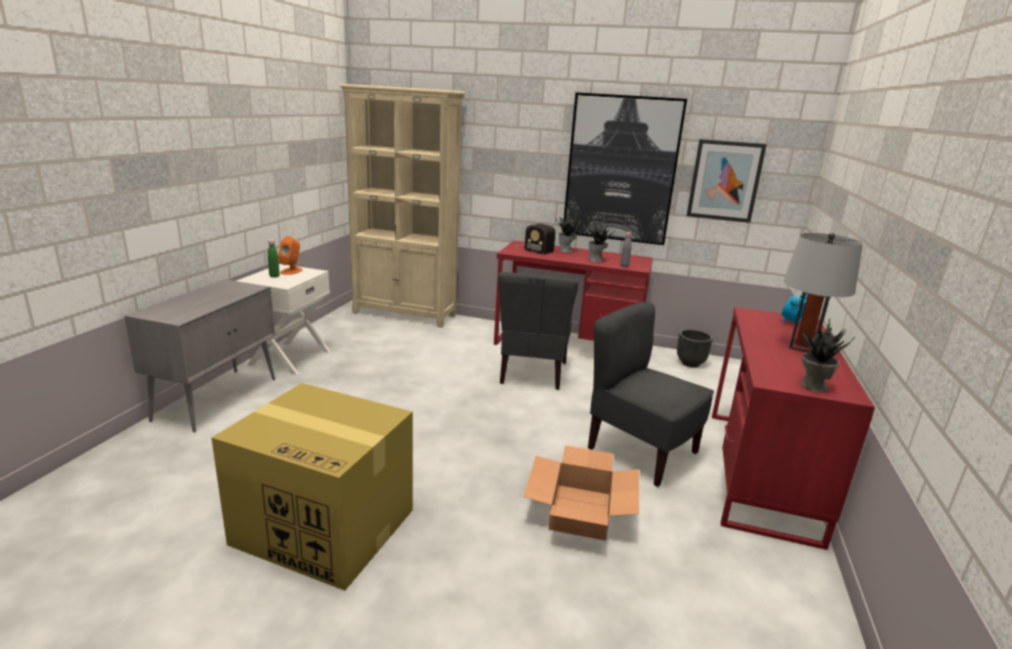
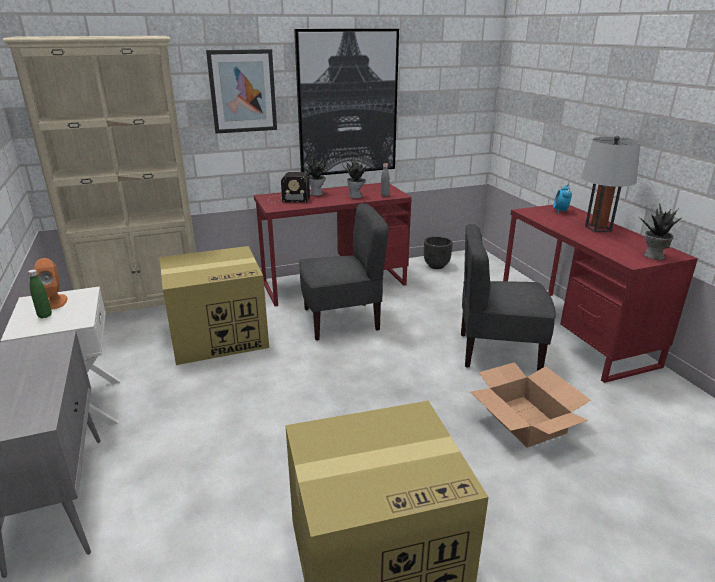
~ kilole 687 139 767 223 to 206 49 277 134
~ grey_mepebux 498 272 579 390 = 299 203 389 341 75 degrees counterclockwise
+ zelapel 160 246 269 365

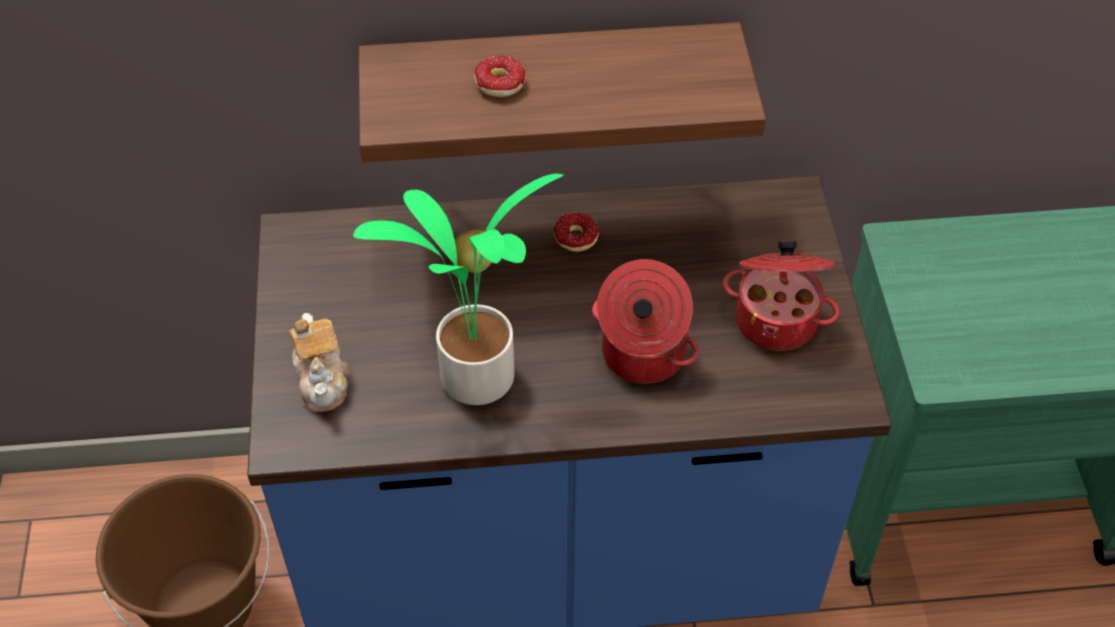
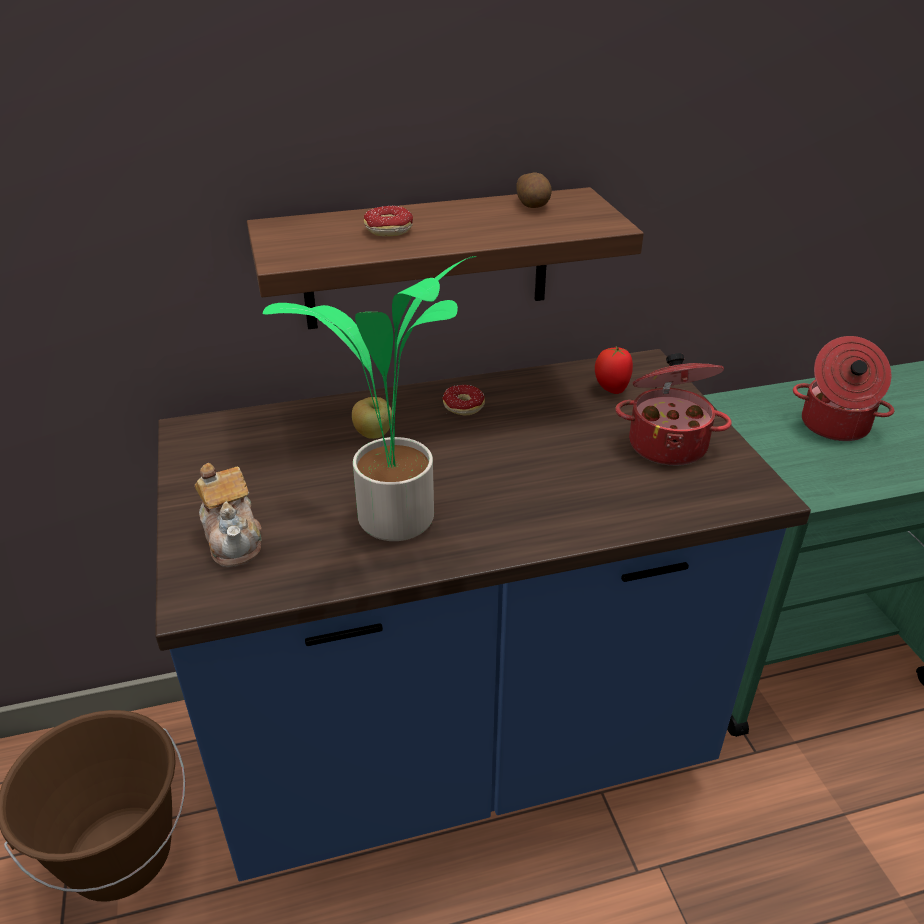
~ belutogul 592 259 699 384 to 793 336 894 441
+ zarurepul 517 172 552 208
+ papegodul 595 346 633 394

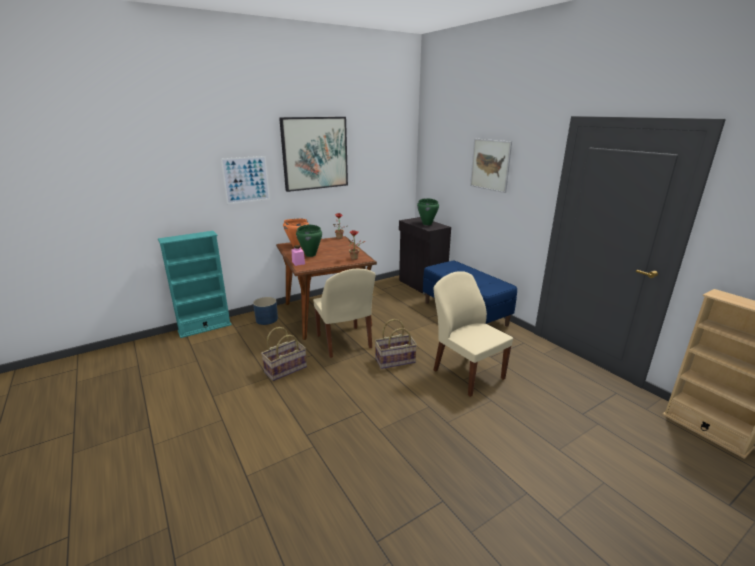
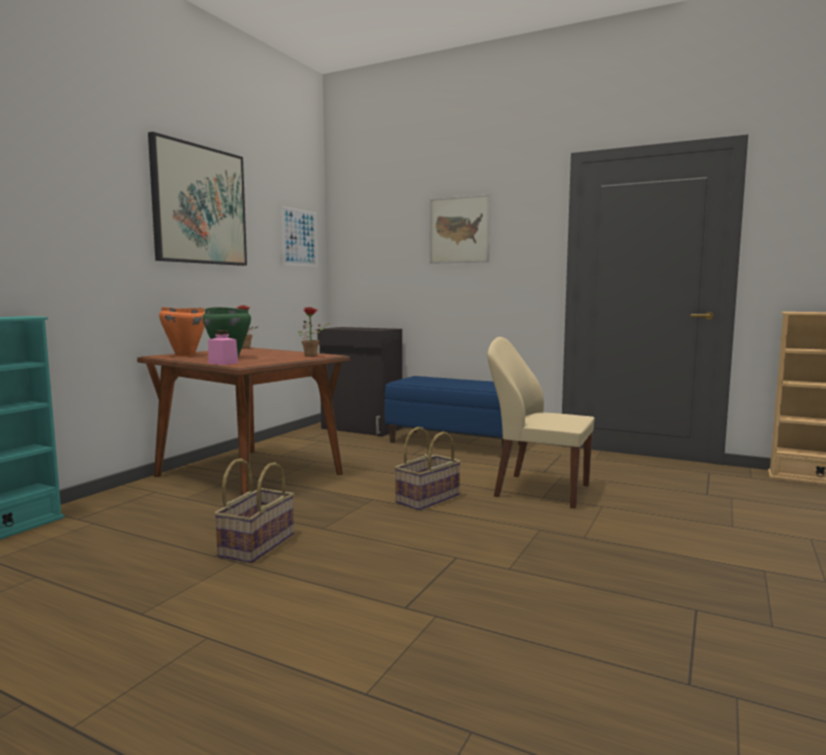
~ kilole 221 156 270 204 to 281 206 318 267
- green_belutogul 417 198 439 225
- beige_mepebux 313 269 375 358
- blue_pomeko 253 297 278 325

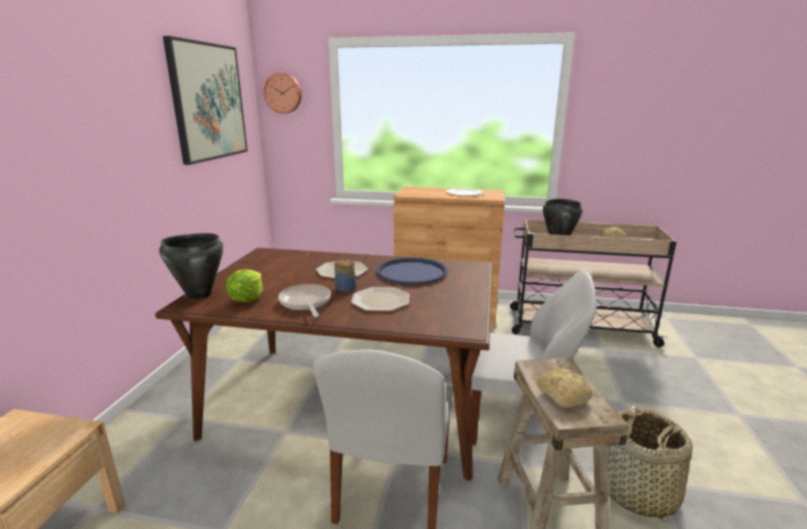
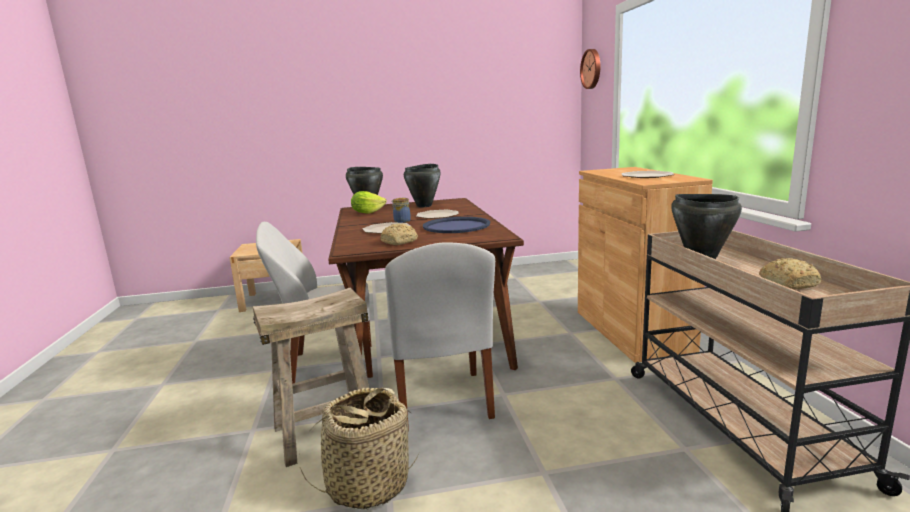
- kilole 163 36 248 165
- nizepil 278 284 331 317
~ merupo 537 368 592 408 to 380 223 418 245
+ black_belutogul 404 164 441 207

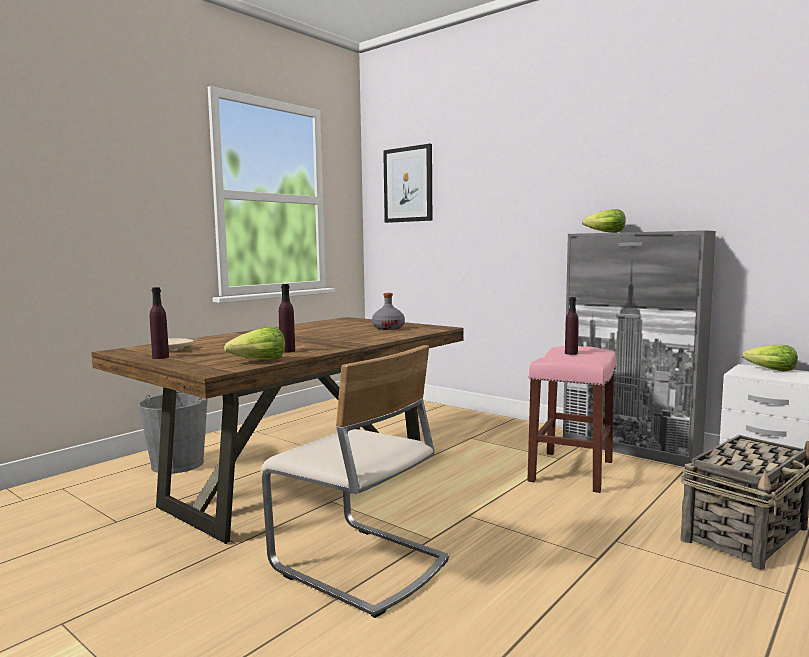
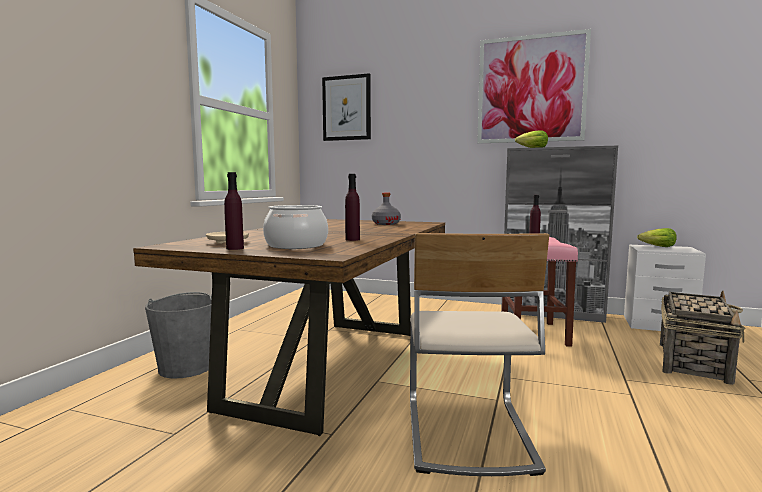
- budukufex 224 327 285 360
~ beige_mepebux 261 345 449 618 = 410 233 549 476 75 degrees clockwise
+ kilole 477 29 591 143
+ belutogul 263 205 328 249

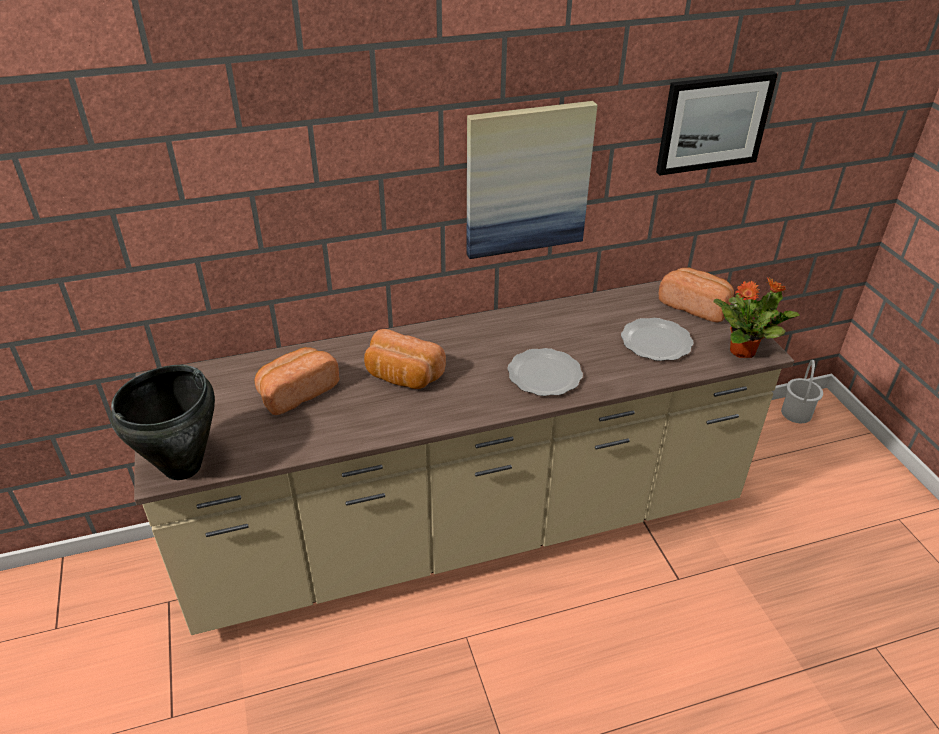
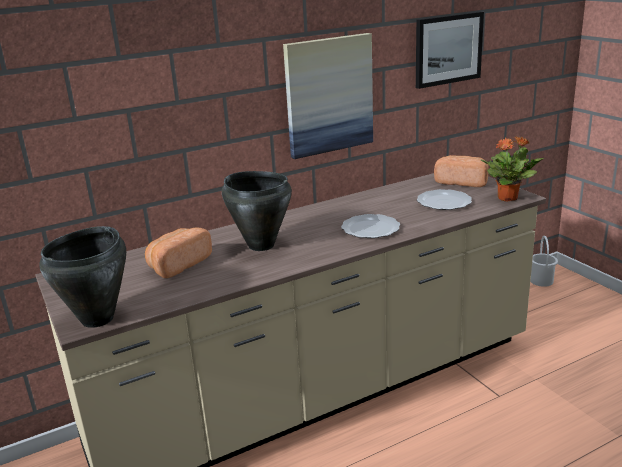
~ merupo 364 329 446 389 to black_belutogul 222 171 292 251

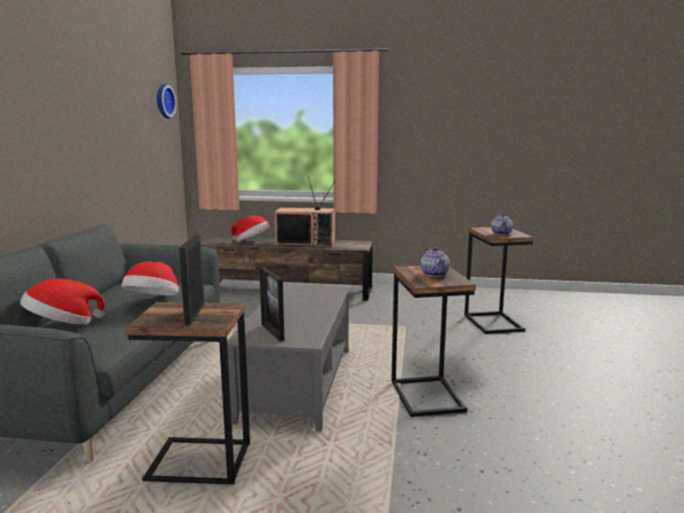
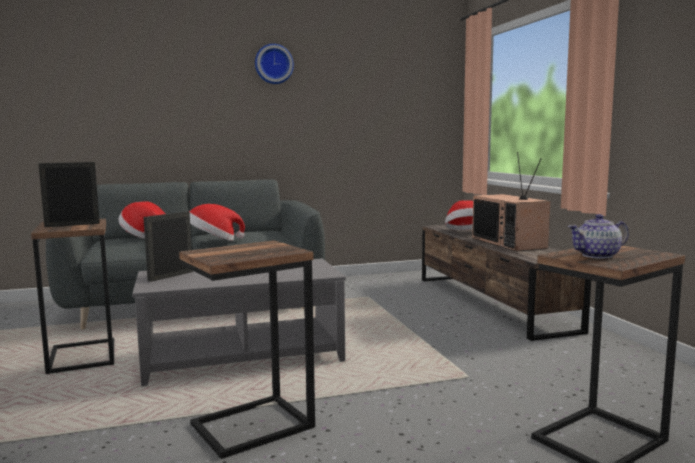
~ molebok 157 84 177 119 to 255 44 294 84
- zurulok 421 247 450 277

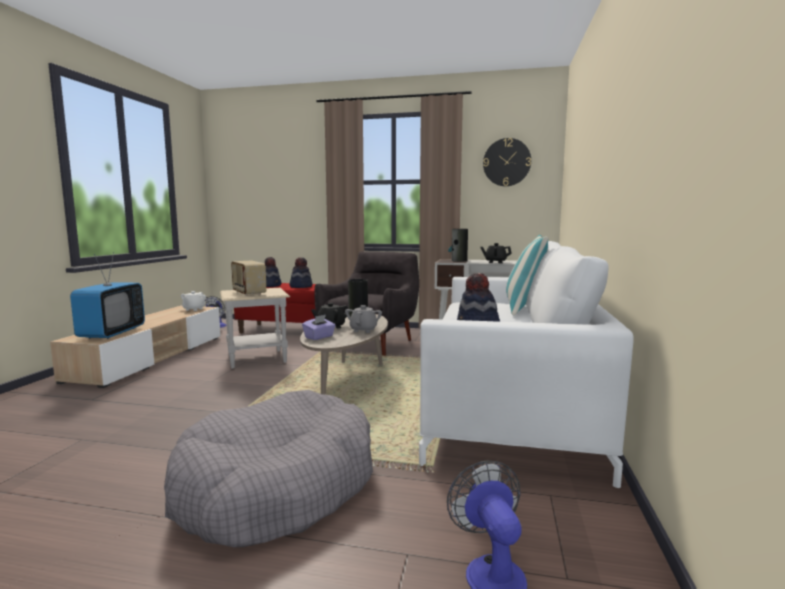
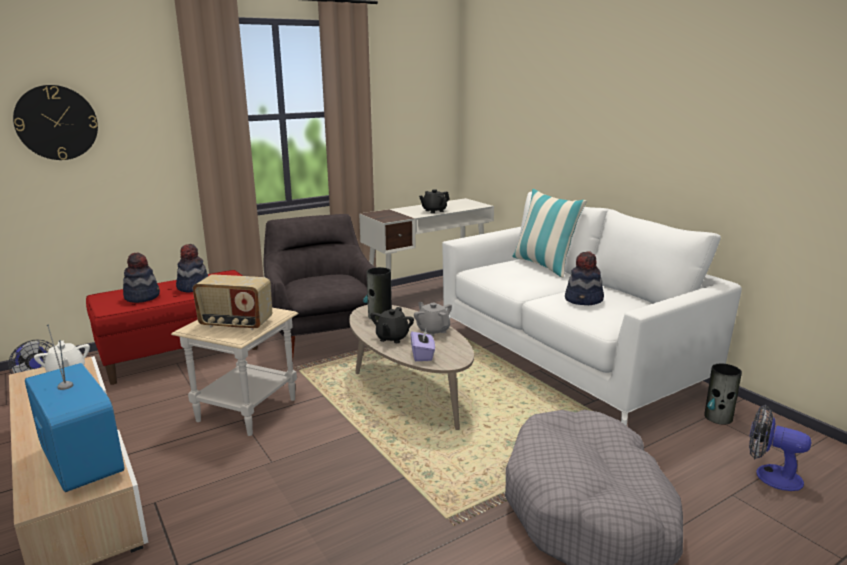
~ molebok 483 138 531 186 to 13 85 98 160
~ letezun 448 229 468 261 to 704 364 742 425

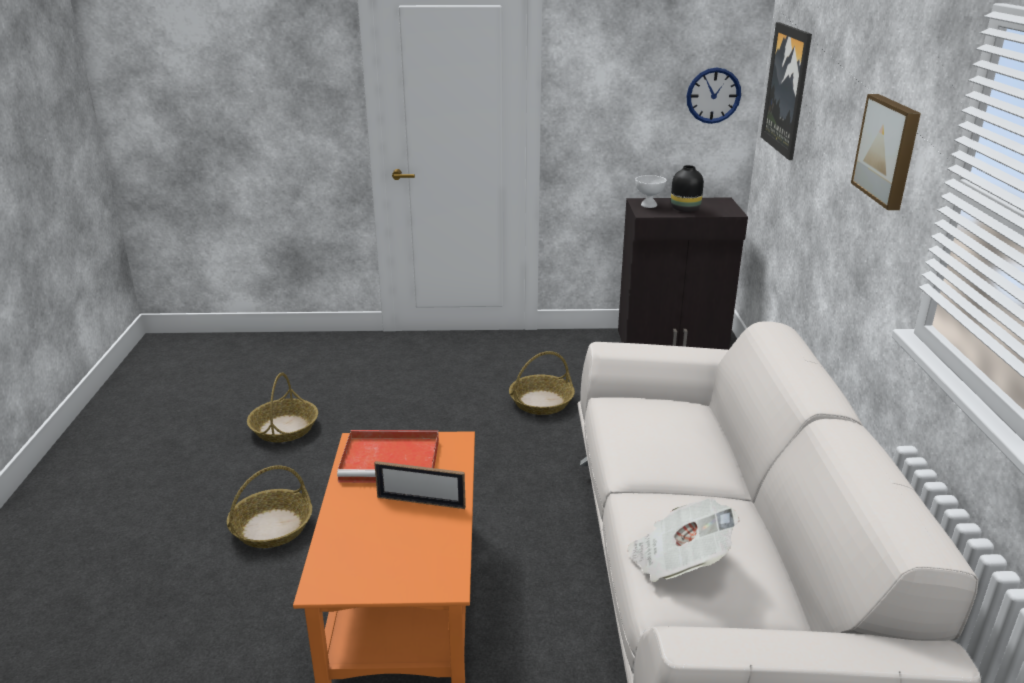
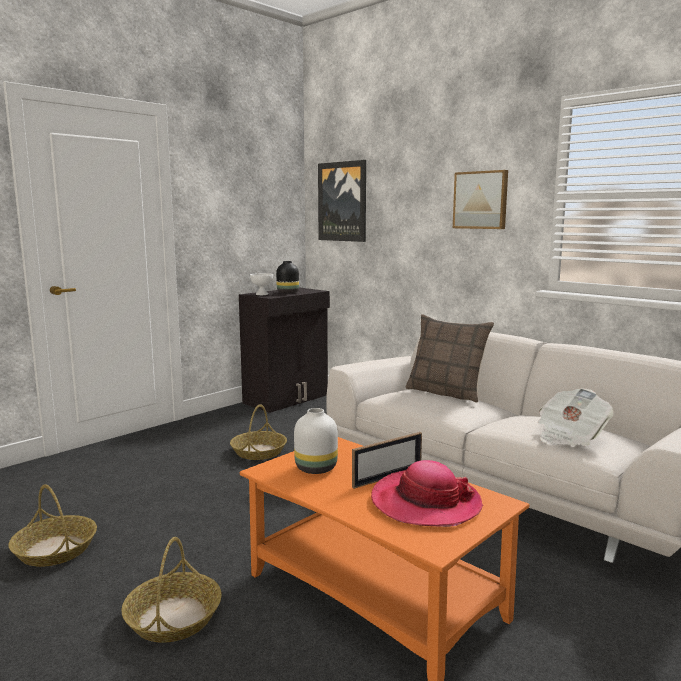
- molebok 686 67 741 124
~ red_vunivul 337 430 439 483 to white_letezun 294 408 338 474
+ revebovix 405 314 494 403
+ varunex 371 460 483 527

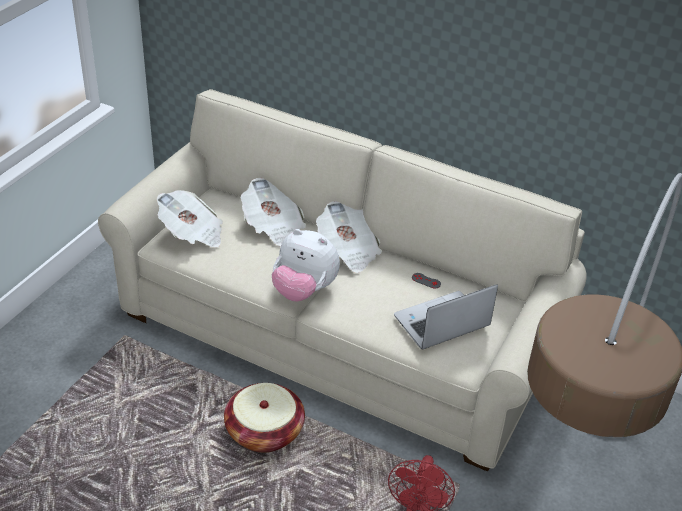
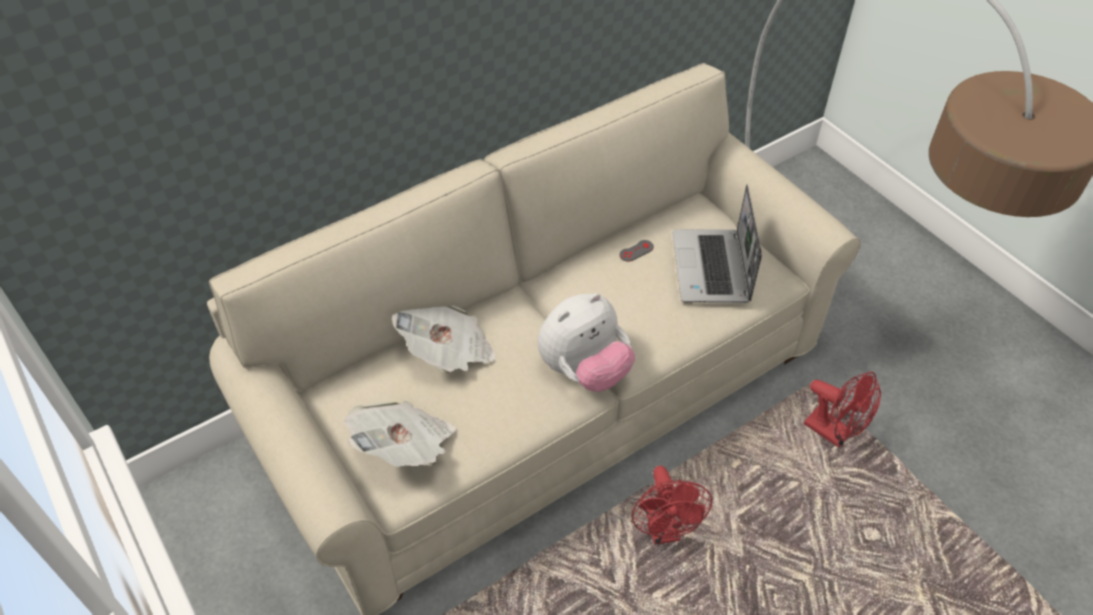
- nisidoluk 316 201 382 273
~ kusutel 224 383 305 453 to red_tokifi 632 465 712 545

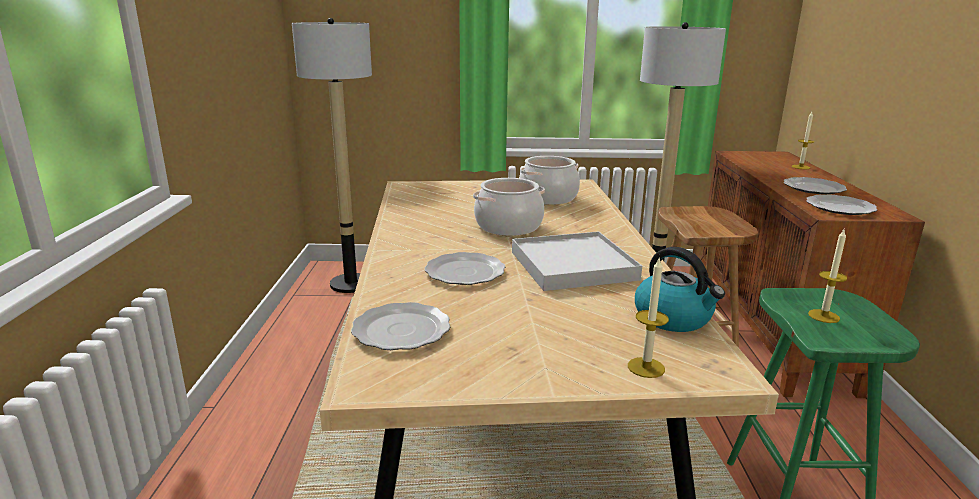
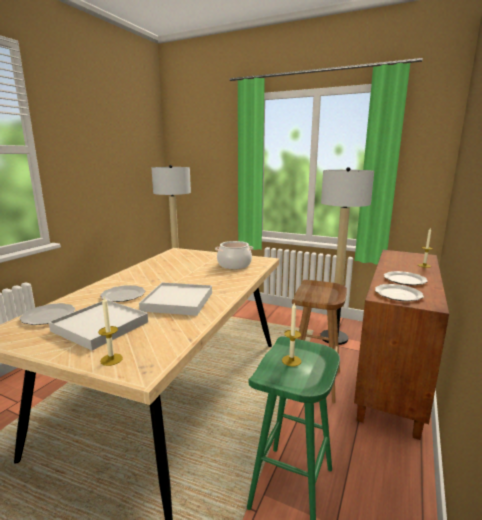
- belutogul 473 178 545 236
- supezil 635 247 725 332
+ white_vunivul 49 300 148 350

